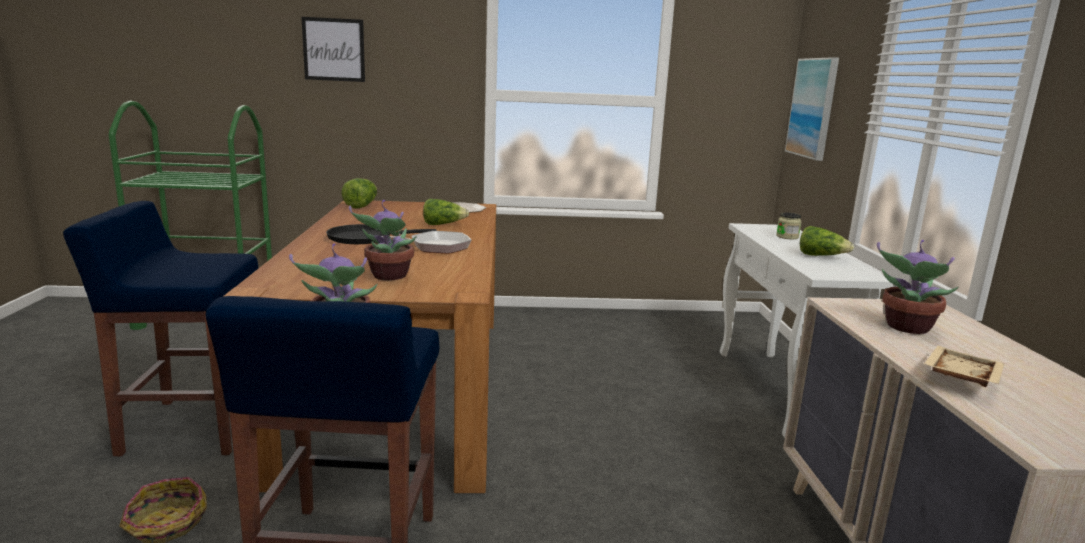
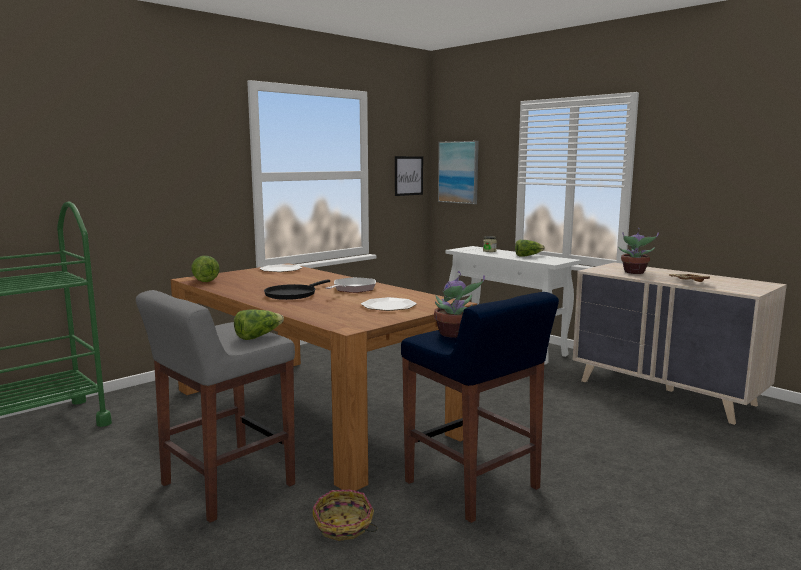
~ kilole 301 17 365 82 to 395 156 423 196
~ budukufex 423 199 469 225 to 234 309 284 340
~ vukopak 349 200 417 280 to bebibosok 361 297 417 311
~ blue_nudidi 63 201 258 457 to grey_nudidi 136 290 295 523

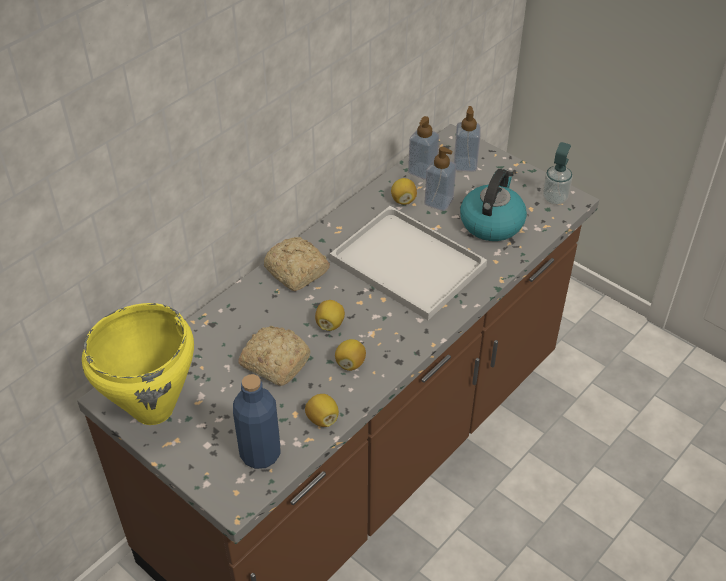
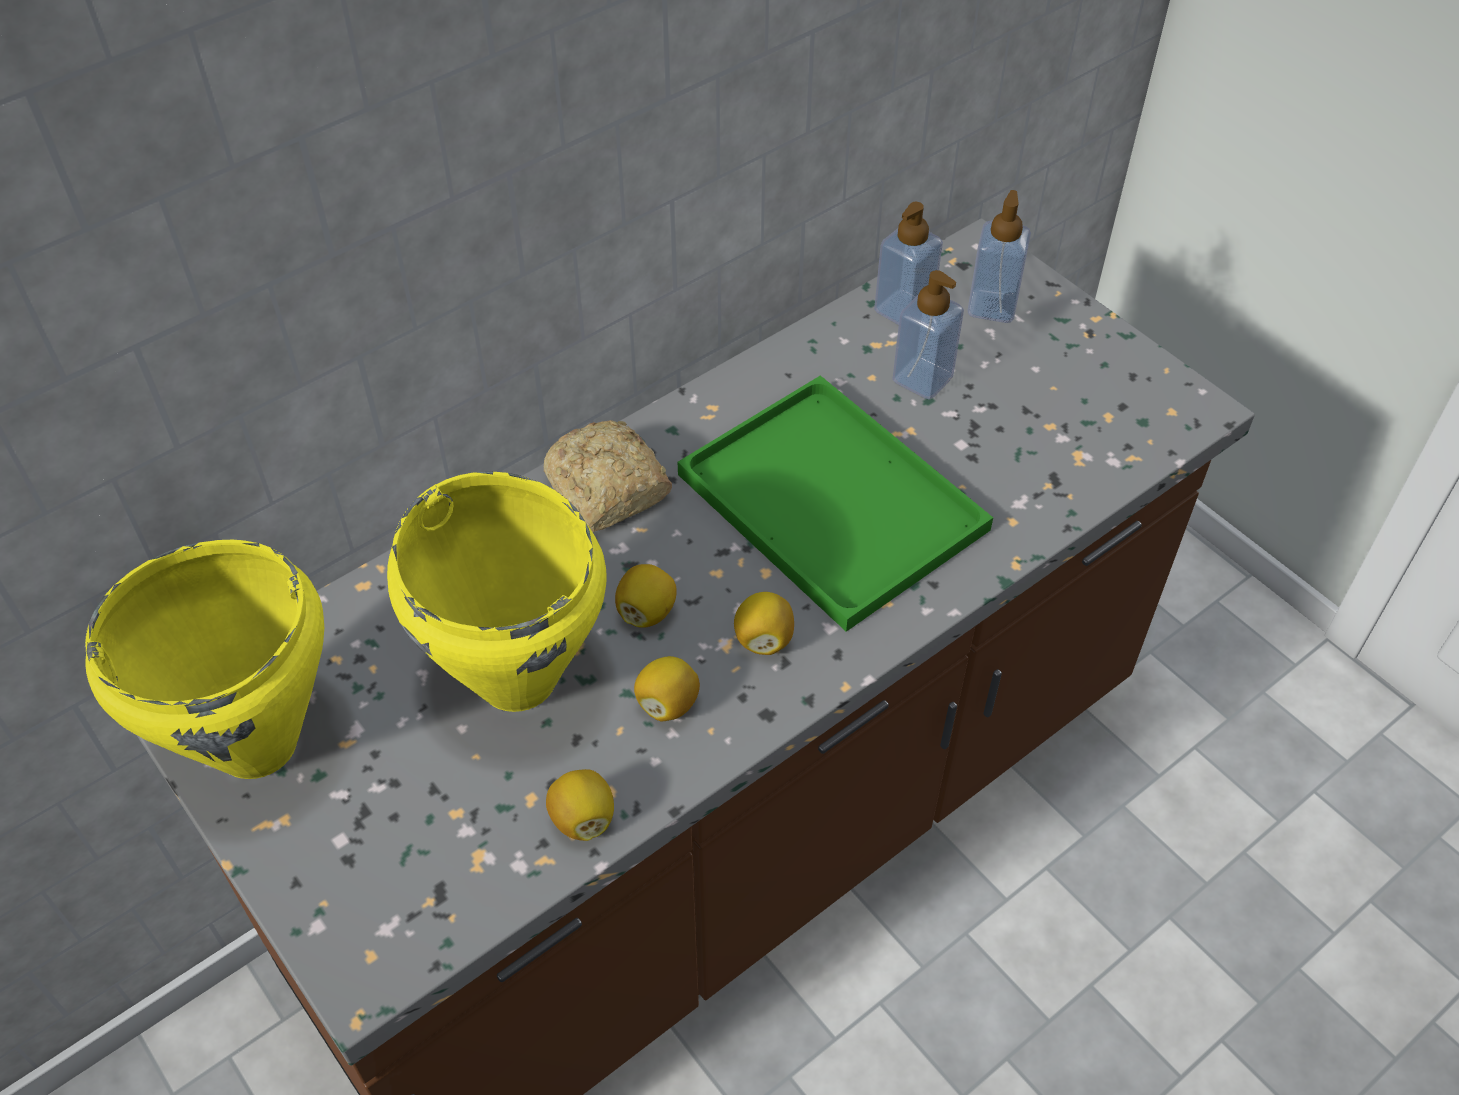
- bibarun 542 142 573 205
- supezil 460 169 527 241
~ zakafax 391 178 417 205 to 734 592 794 655
~ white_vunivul 330 206 487 320 to green_vunivul 677 375 993 632
~ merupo 238 326 310 386 to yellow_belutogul 387 472 607 712
- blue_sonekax 233 374 281 469

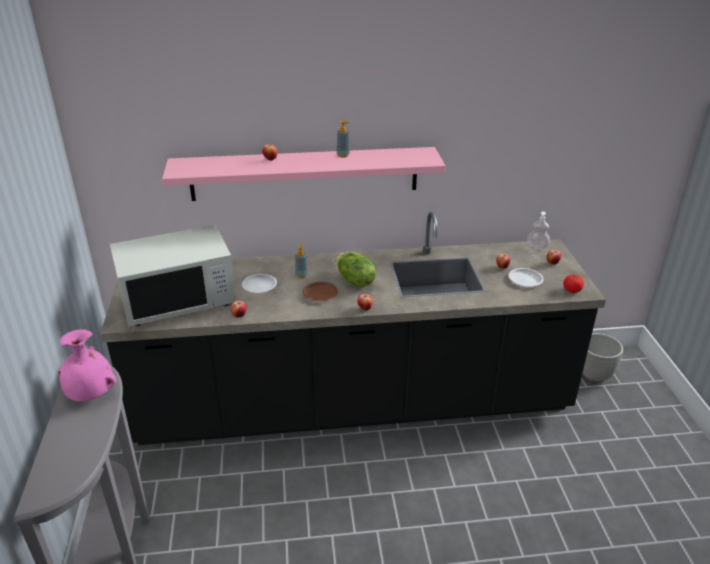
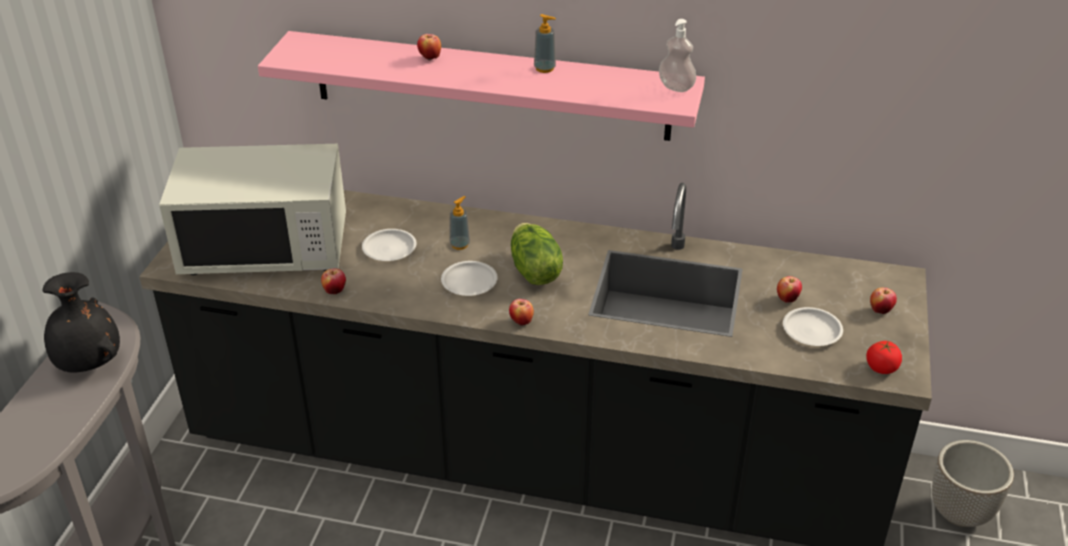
~ bibarun 528 212 550 249 to 659 19 696 92
~ brown_bebibosok 303 282 338 302 to white_bebibosok 441 261 497 296
~ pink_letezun 58 329 116 401 to black_letezun 42 272 120 373

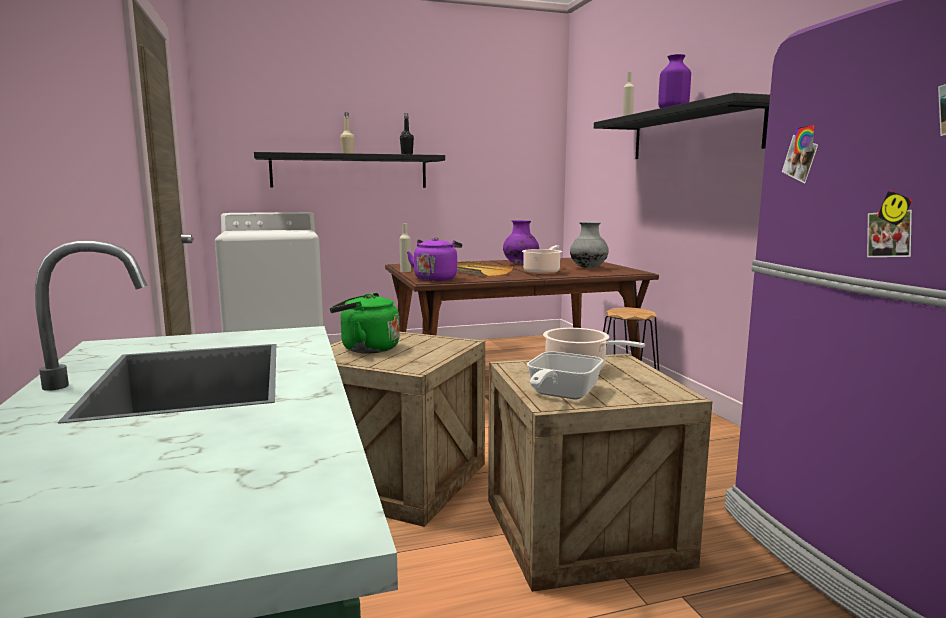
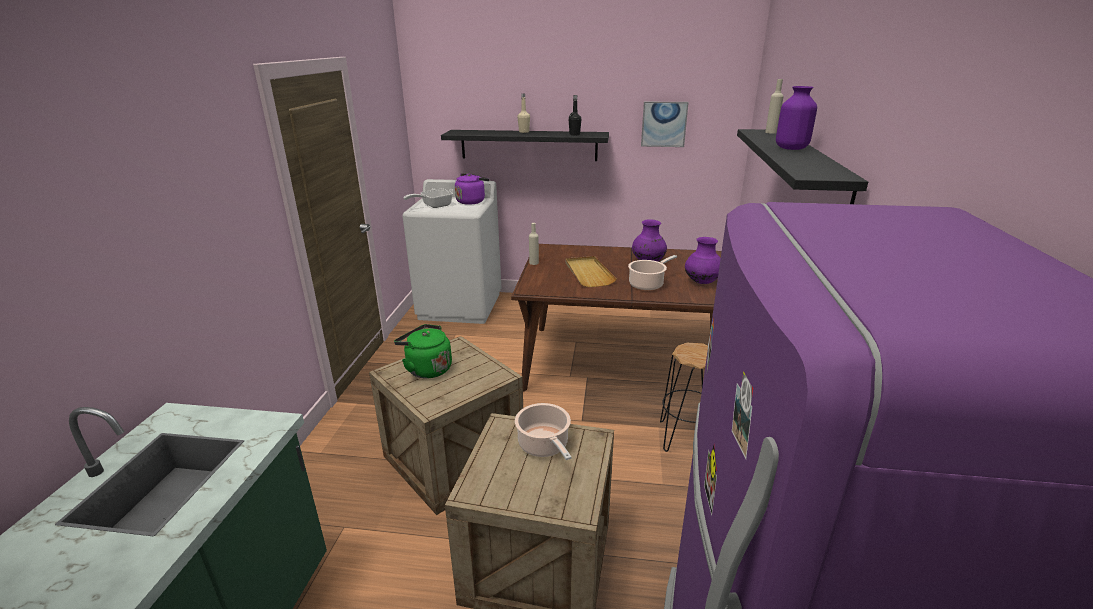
~ grey_letezun 570 222 609 269 to purple_letezun 685 237 721 284
~ purple_supezil 407 237 462 281 to 455 173 490 205
~ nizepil 527 352 604 399 to 404 189 453 208
+ kilole 641 102 689 147

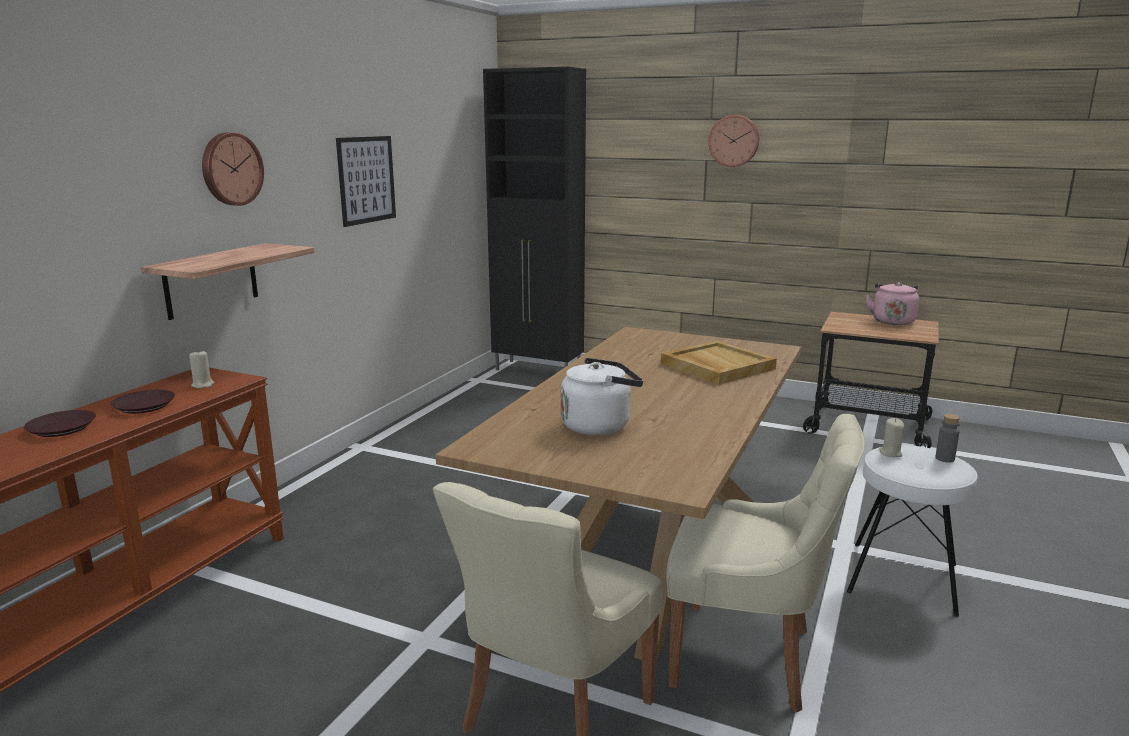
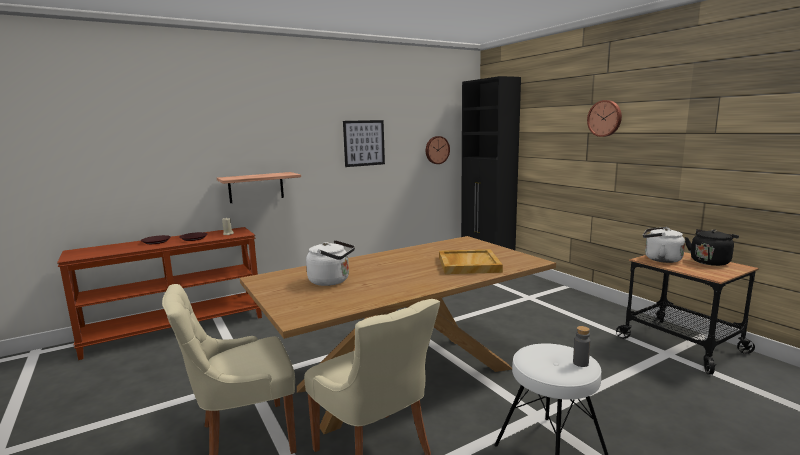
~ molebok 202 132 264 206 to 426 136 450 164
~ pink_supezil 865 282 919 325 to black_supezil 685 229 739 266
- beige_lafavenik 879 418 904 458
+ white_supezil 643 227 685 263

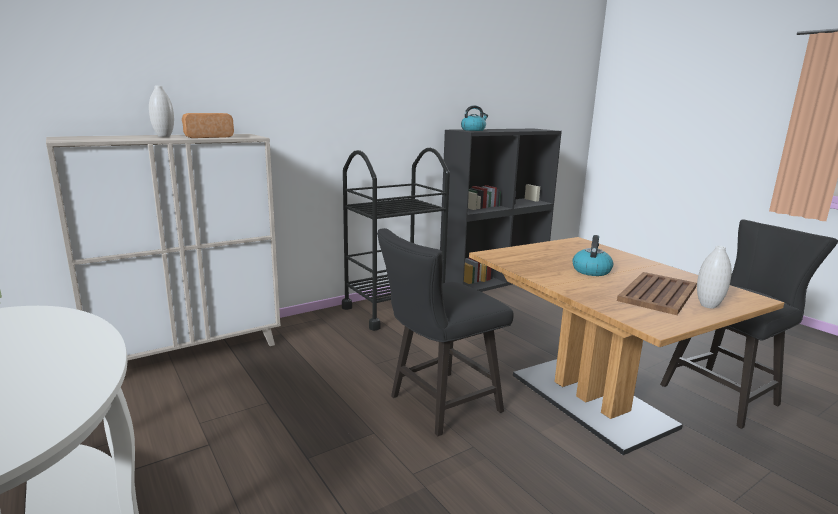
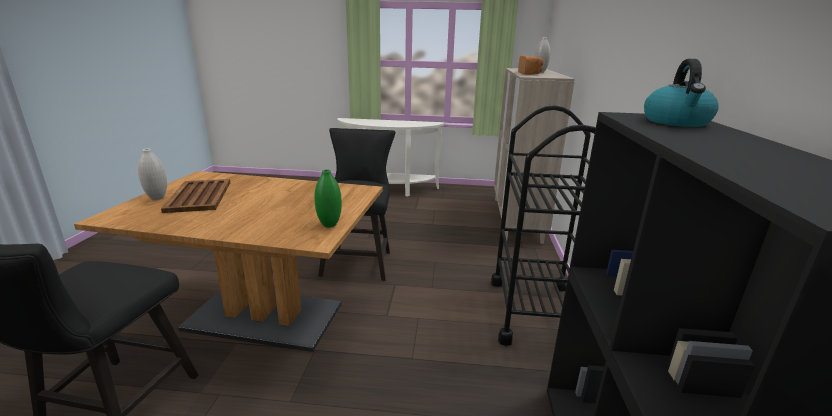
- supezil 572 235 613 276
+ green_letezun 314 169 342 228

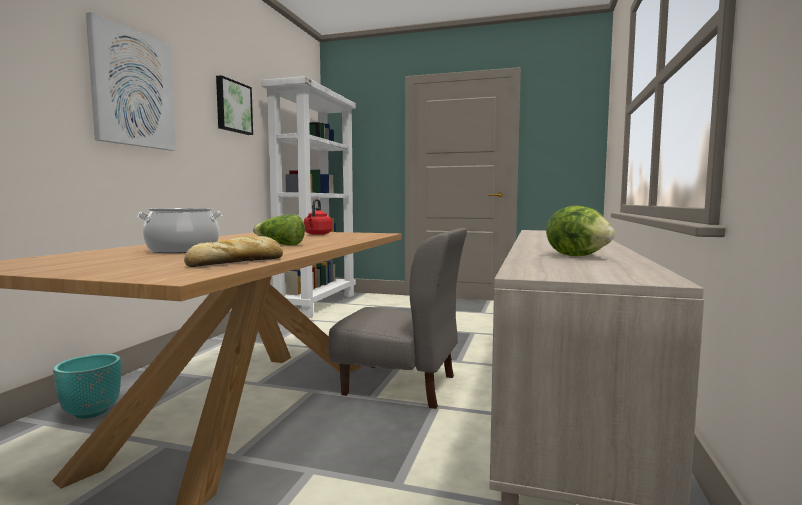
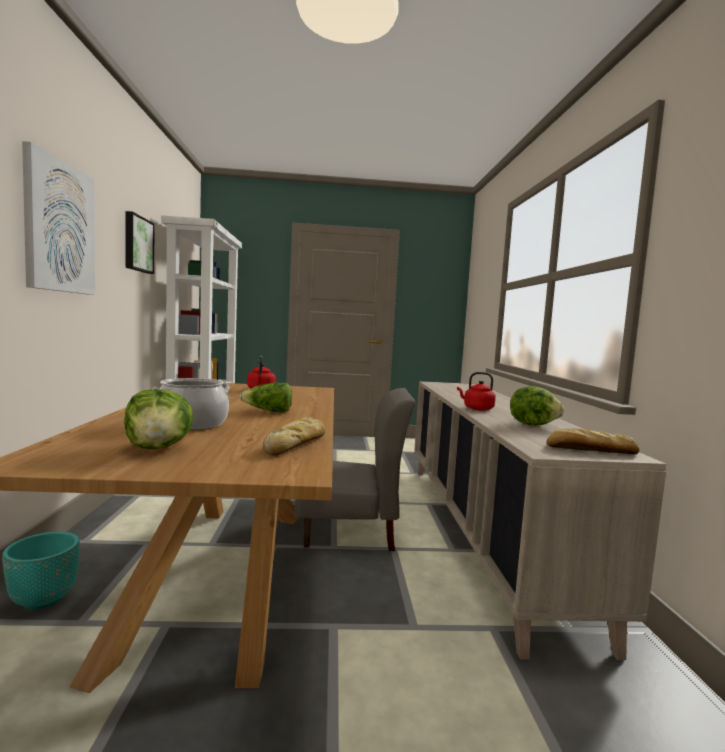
+ red_supezil 457 372 496 411
+ budukufex 124 389 194 449
+ merupo 547 428 640 454

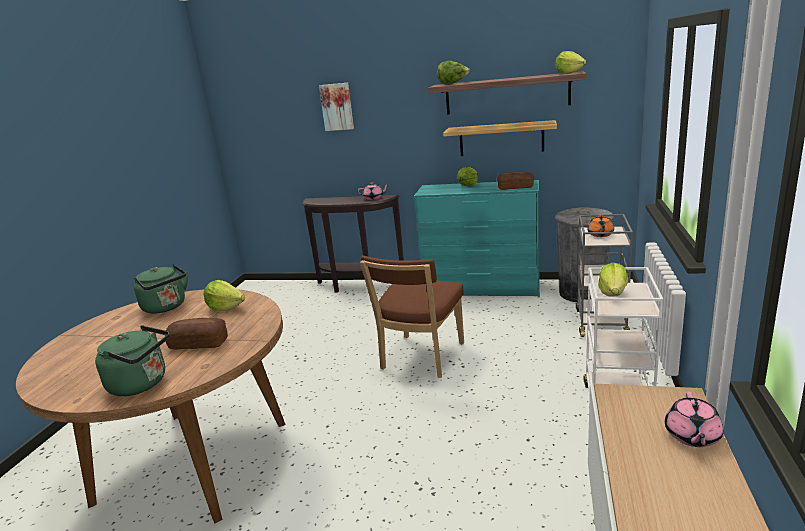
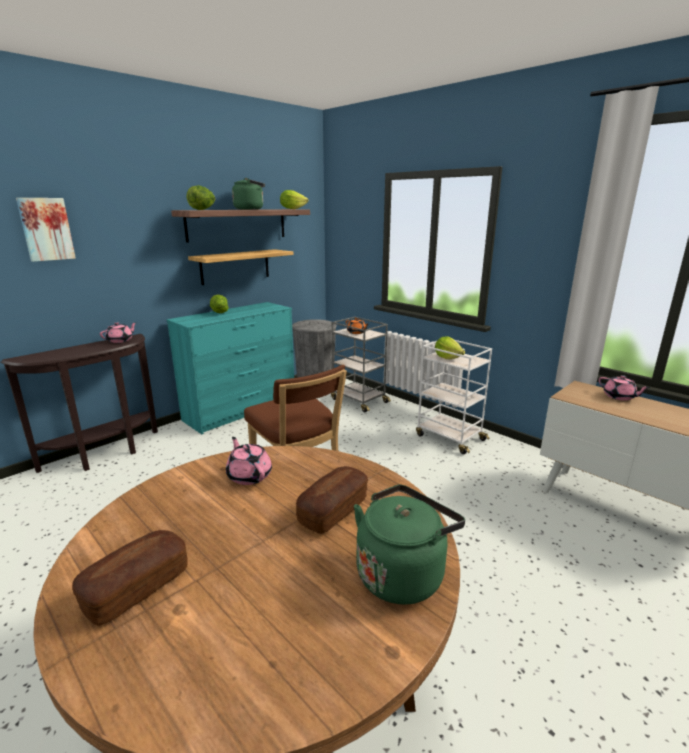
~ merupo 497 172 534 190 to 72 530 188 626
~ green_supezil 134 264 188 314 to 232 178 265 210
~ budukufex 204 280 245 311 to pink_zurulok 226 437 272 485

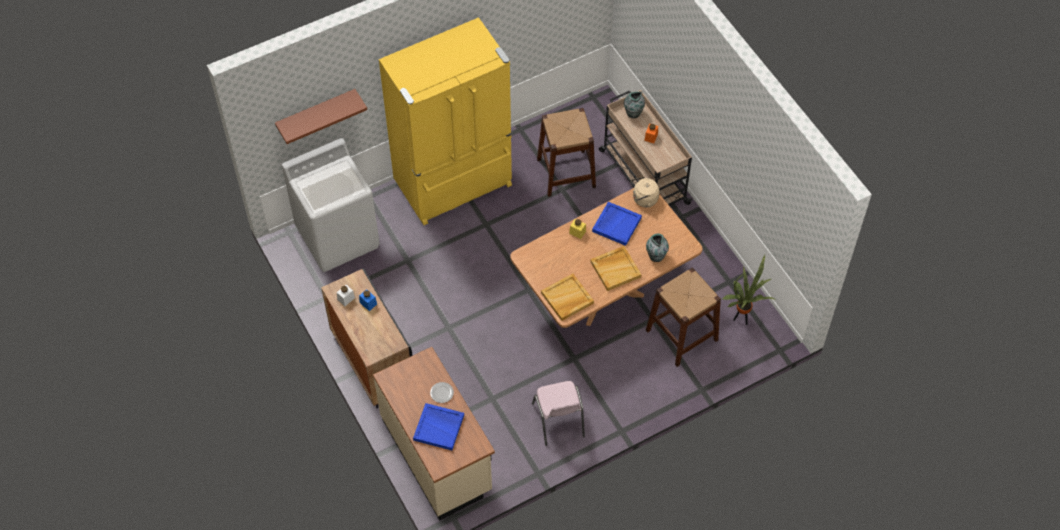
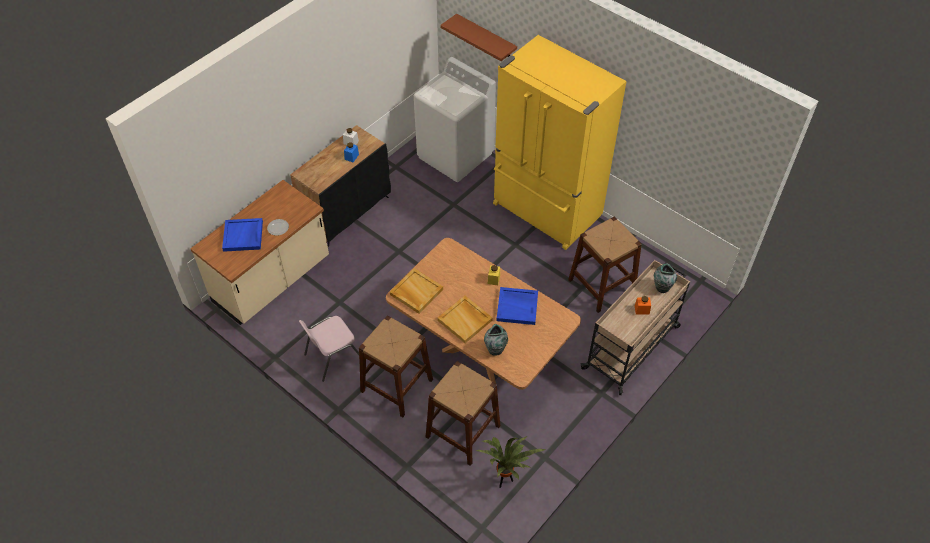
- beige_supezil 630 177 659 207
+ brown_nudidi 359 315 433 417

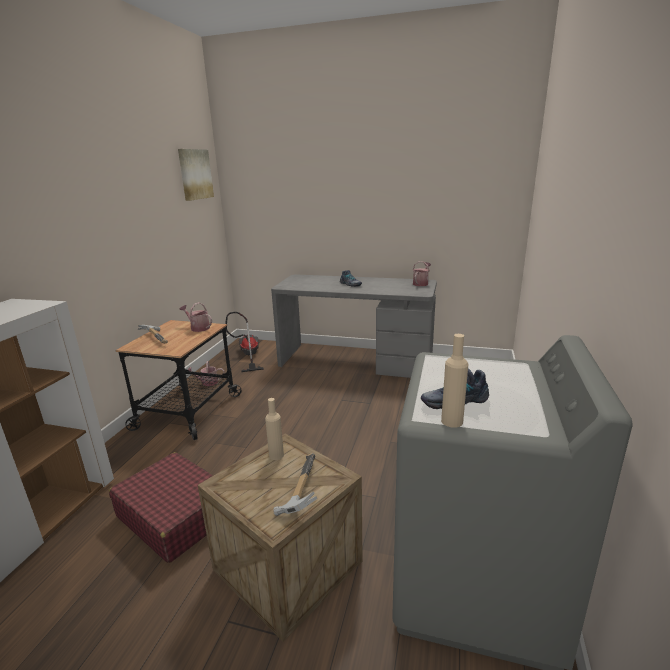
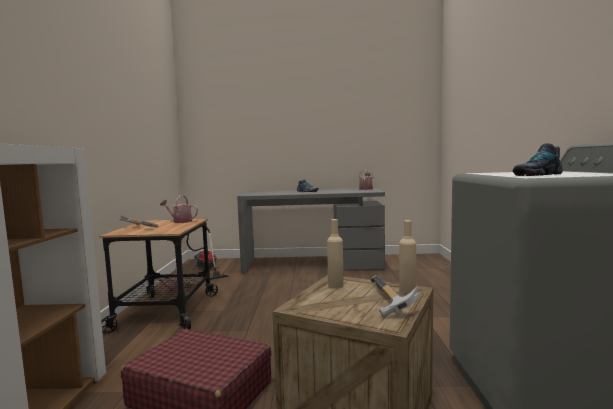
- kilole 178 149 214 201
~ beige_sonekax 441 334 468 428 to 399 220 416 294

